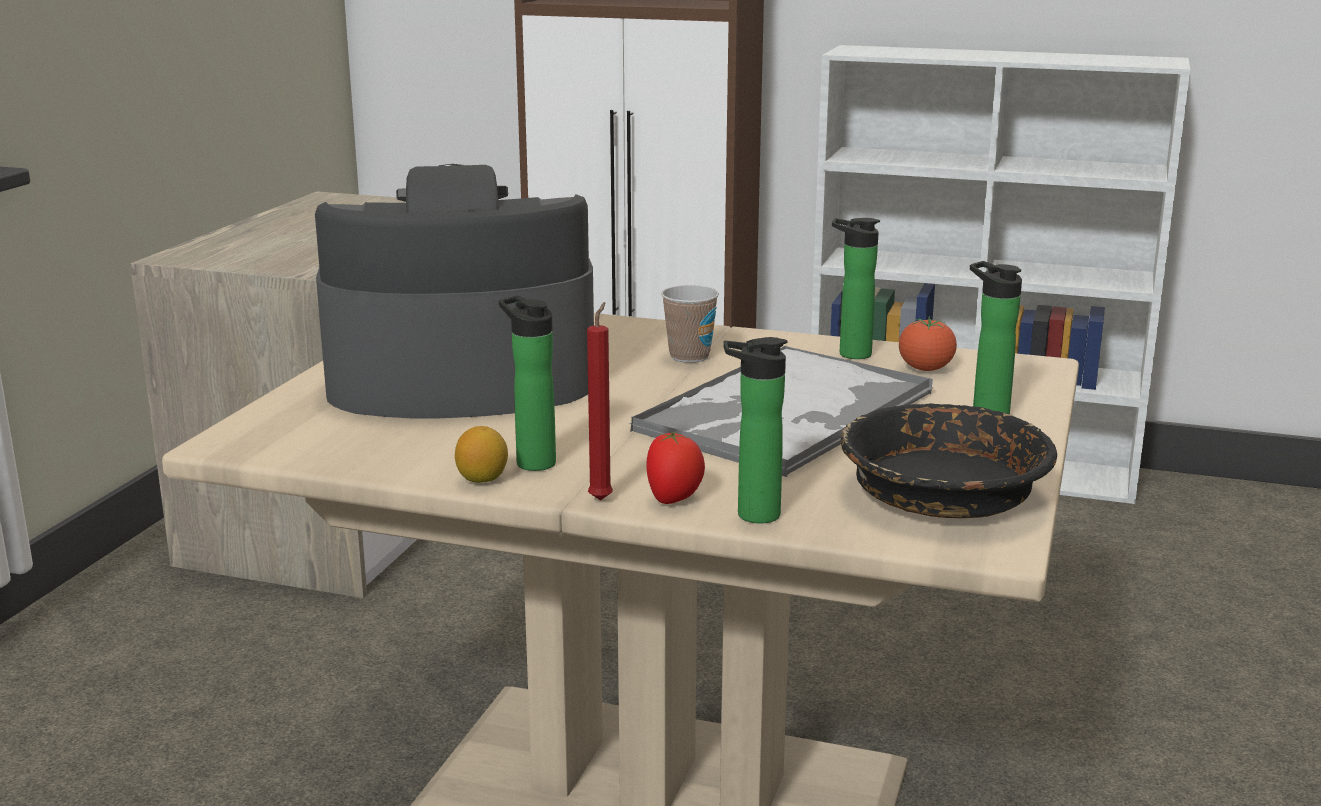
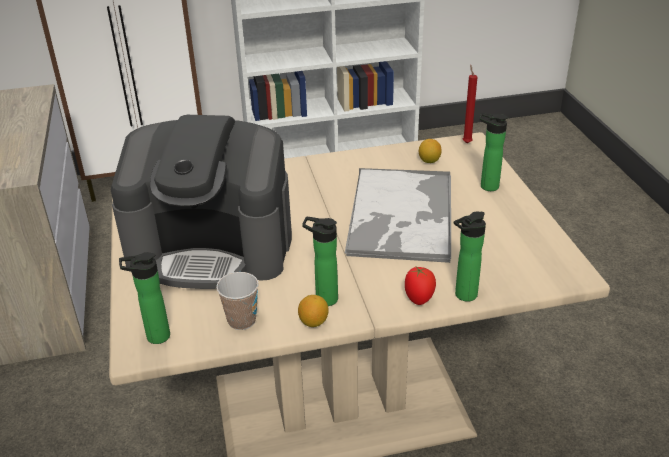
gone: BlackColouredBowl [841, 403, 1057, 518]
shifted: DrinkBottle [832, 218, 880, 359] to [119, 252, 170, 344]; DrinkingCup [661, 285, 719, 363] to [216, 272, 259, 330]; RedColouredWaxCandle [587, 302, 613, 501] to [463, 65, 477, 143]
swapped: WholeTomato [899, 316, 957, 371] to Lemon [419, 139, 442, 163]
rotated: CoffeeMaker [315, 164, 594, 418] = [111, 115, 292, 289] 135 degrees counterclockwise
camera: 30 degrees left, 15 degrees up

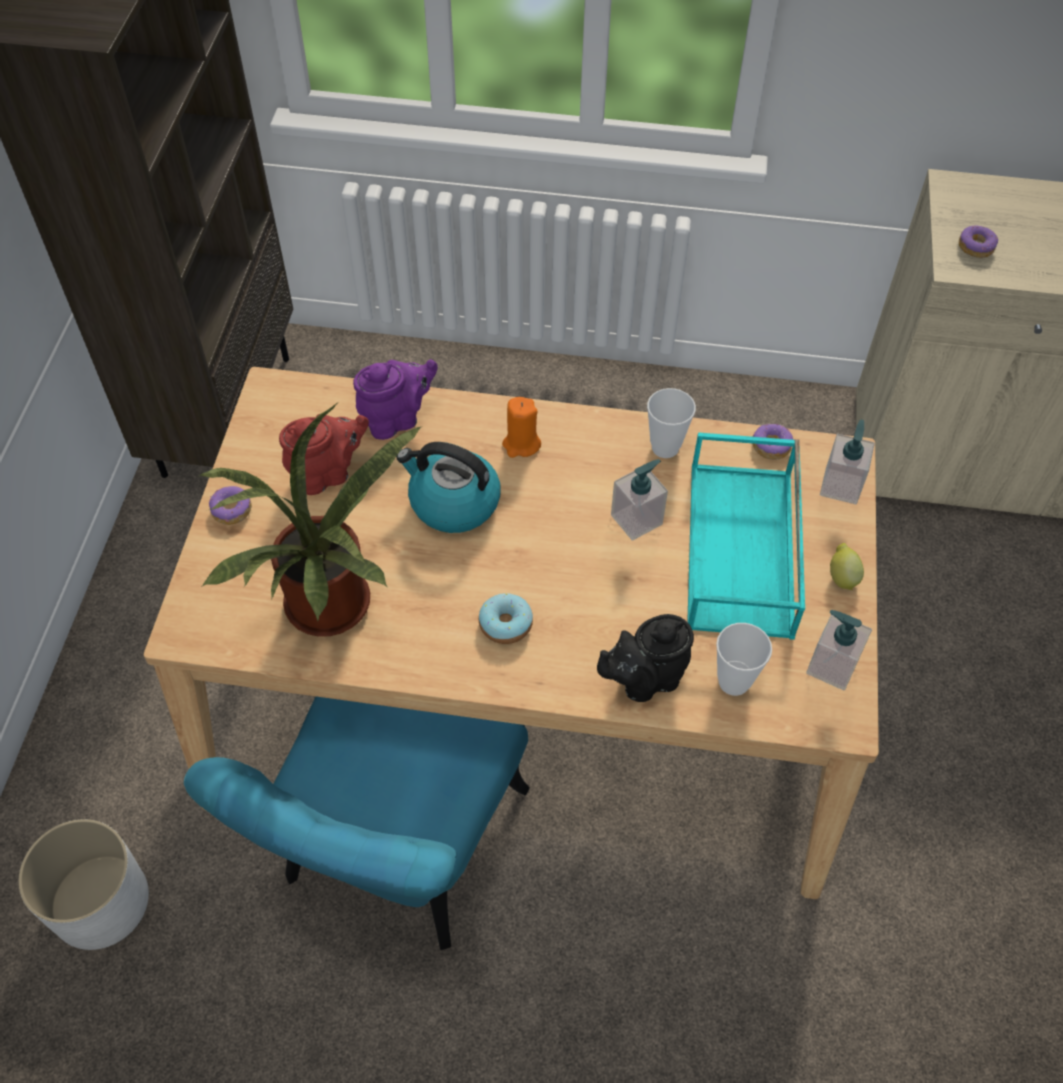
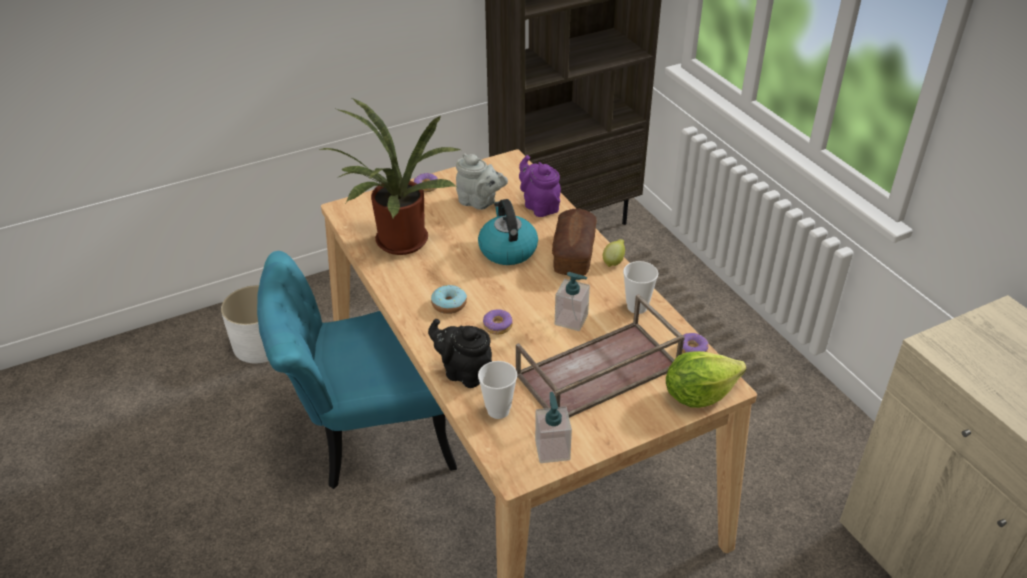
shifted: Donut [959, 225, 998, 258] to [483, 309, 513, 335]; Lemon [830, 543, 864, 590] to [603, 239, 625, 267]
swapped: OrangeWaxCandle [502, 397, 541, 458] to BakeryBread [552, 209, 597, 276]; SoapBottle [820, 419, 875, 504] to HeadOfLettuce [666, 351, 746, 408]
repainted: RedColouredPotForTea [279, 414, 369, 495] to GreyPotForTea [456, 153, 508, 210]; TurquoiseColouredTray [687, 432, 805, 640] to BrownishTray [516, 294, 685, 418]
rotated: PurpleColouredPotForTea [353, 359, 438, 440] = [519, 155, 561, 217] 150 degrees counterclockwise
camera: 55 degrees right, 15 degrees down

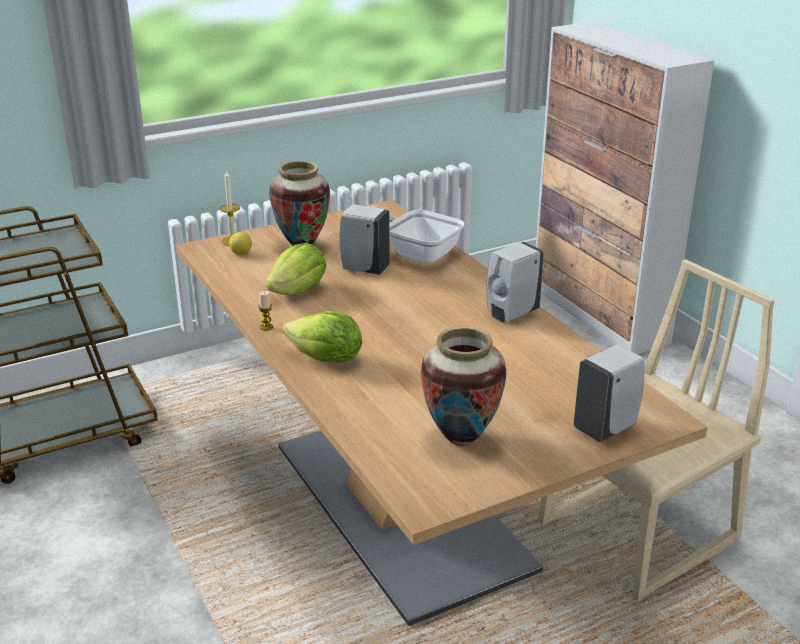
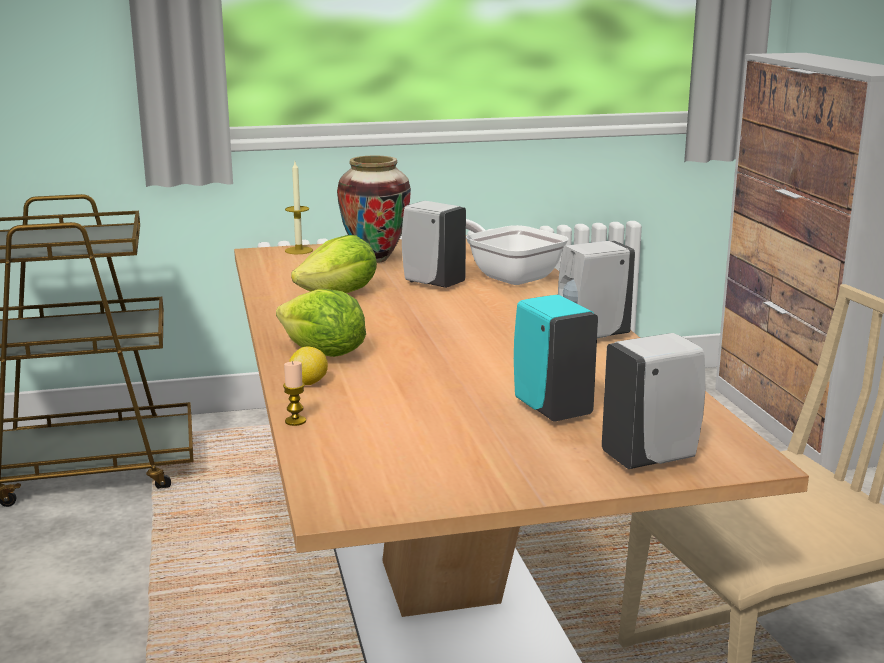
gone: DecorativeVase [421, 326, 506, 446]
new: TurquoiseColouredSoapBottle [514, 295, 598, 422]
shifted: Lemon [229, 232, 252, 255] to [289, 347, 328, 385]; WaxCandle [258, 291, 273, 331] to [283, 361, 306, 426]
camera: 15 degrees right, 10 degrees down

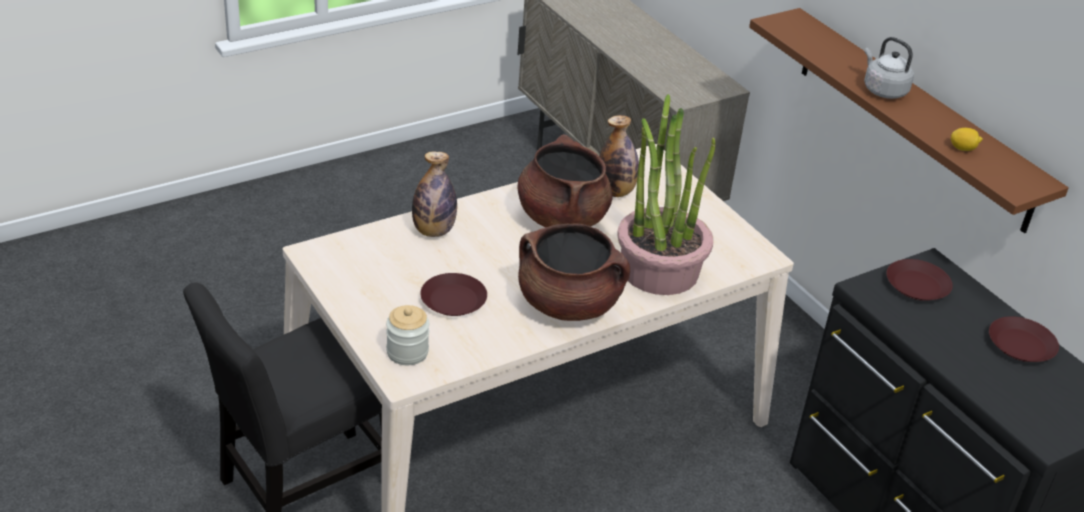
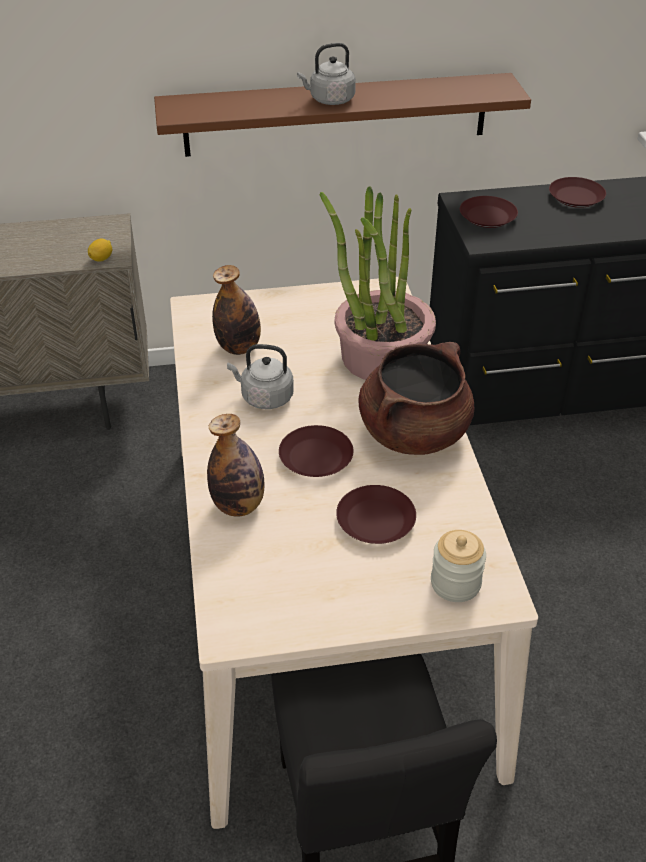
new: BrownishPlate [279, 425, 353, 477]
shifted: Lemon [951, 128, 983, 151] to [88, 239, 112, 261]
swapped: BrownishCookingPot [517, 134, 613, 227] to GreyTeaKettle [227, 344, 294, 409]
camera: 65 degrees left, 5 degrees up

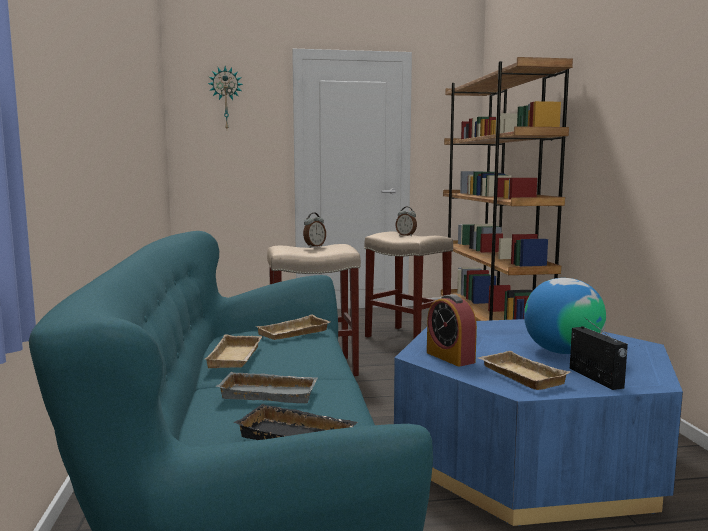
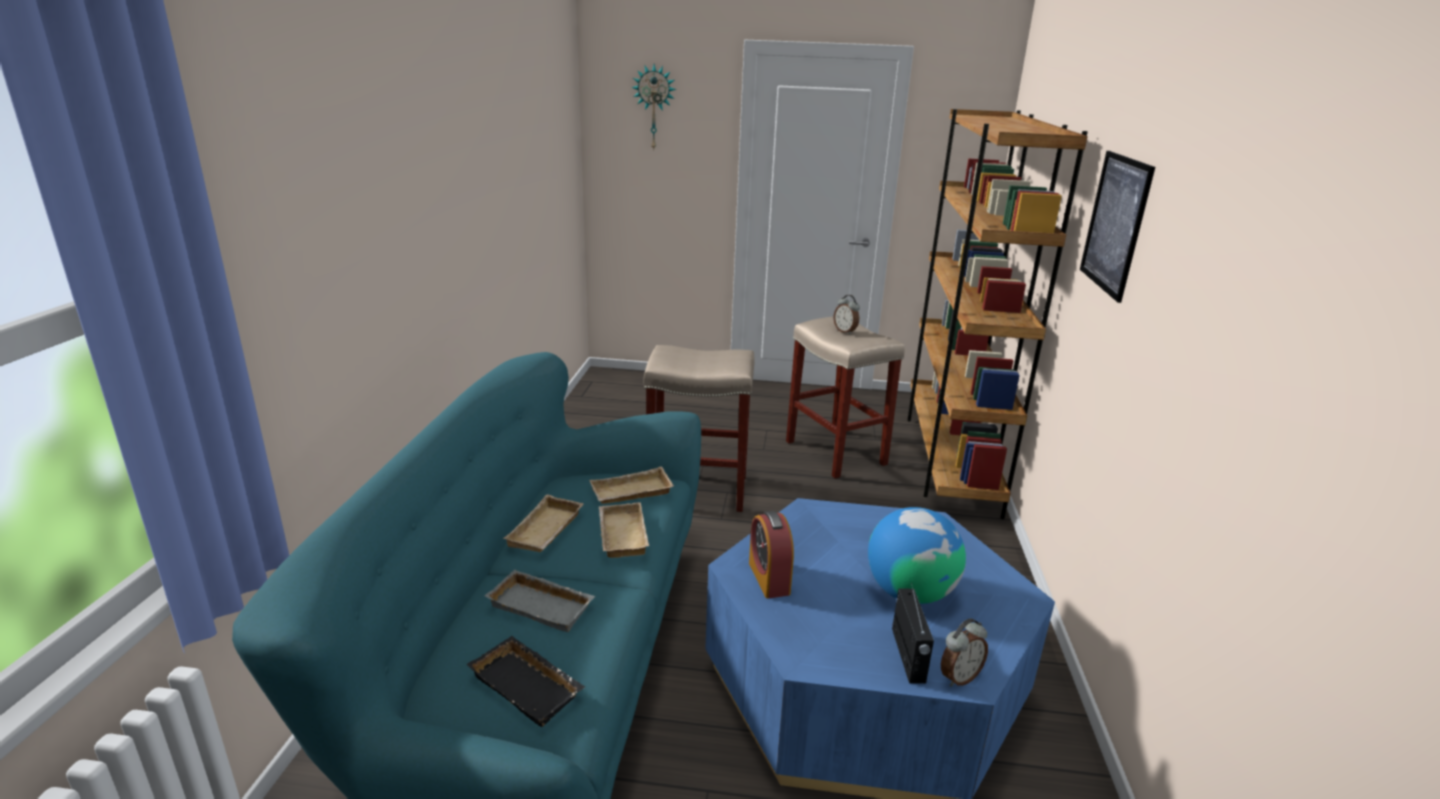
new: Picture [1080, 151, 1155, 303]
shifted: AlarmClock [303, 213, 326, 248] to [941, 618, 988, 687]; BeigeColouredTray [478, 351, 571, 390] to [599, 502, 649, 558]
camera: 15 degrees right, 15 degrees up

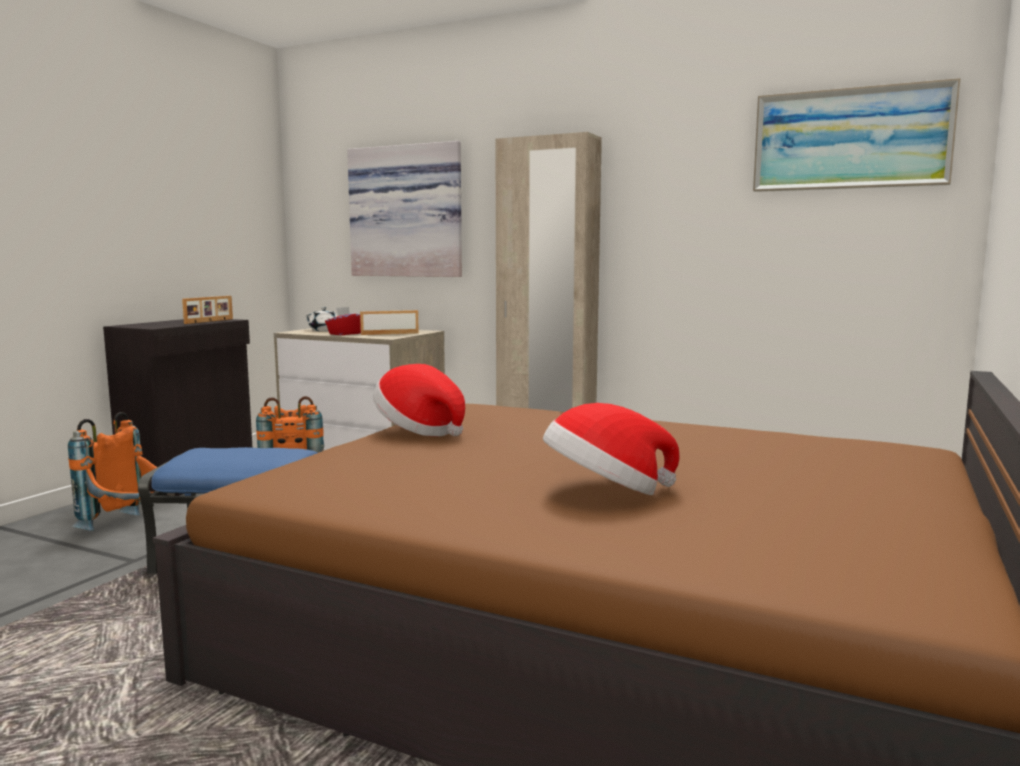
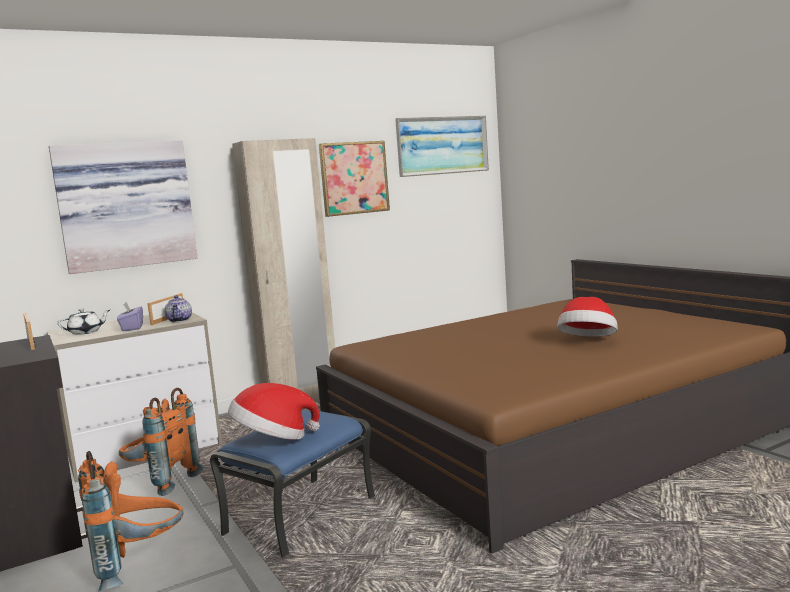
new: Picture [319, 141, 390, 217]; PotForTea [165, 295, 192, 322]
shifted: Hat [373, 364, 465, 437] to [228, 383, 320, 440]
repainted: RedColouredBoxOfTissues [325, 307, 361, 335] to PurpleColouredBoxOfTissues [117, 302, 143, 331]
camera: 55 degrees left, 0 degrees up

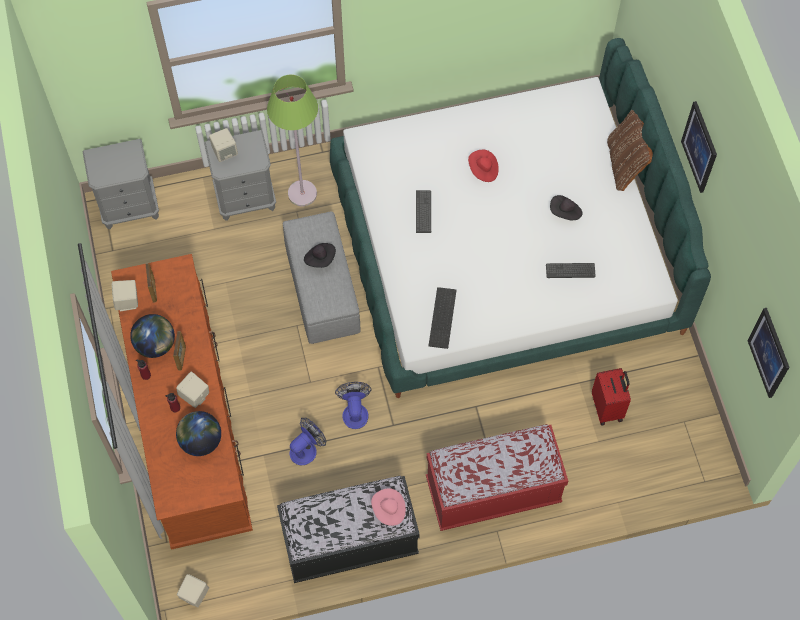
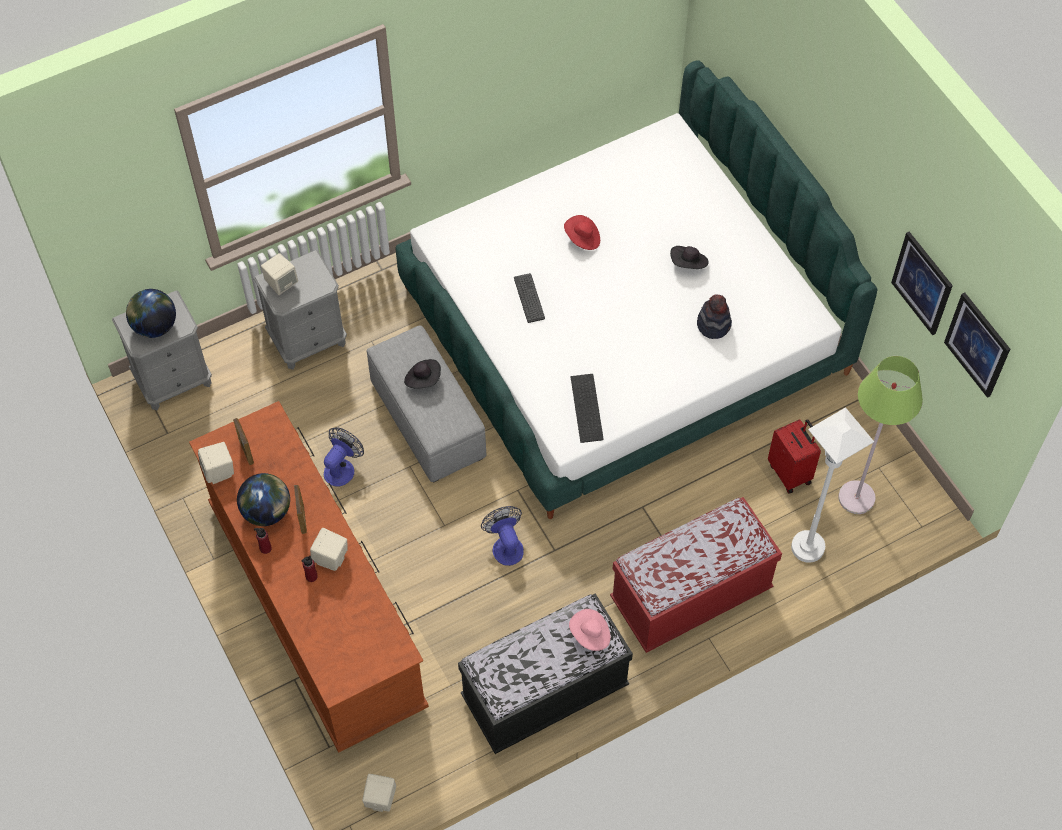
gone: BrownishThrowPillow [607, 110, 653, 191]
new: WhiteColouredStandingLamp [791, 407, 874, 563]
shifted: GreenStandingLamp [267, 74, 318, 207] to [838, 356, 923, 514]; Picture [681, 101, 717, 193] to [891, 232, 953, 335]; Globe [176, 411, 221, 456] to [126, 289, 176, 338]; ElectricFan [289, 418, 326, 466] to [324, 427, 364, 487]
swapped: Keyboard [546, 263, 596, 278] to Hat [697, 294, 732, 339]
camera: 15 degrees left, 5 degrees down

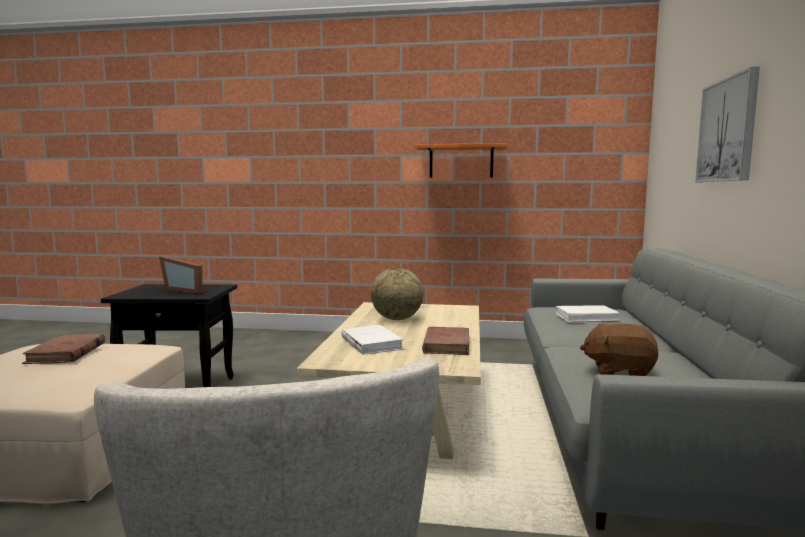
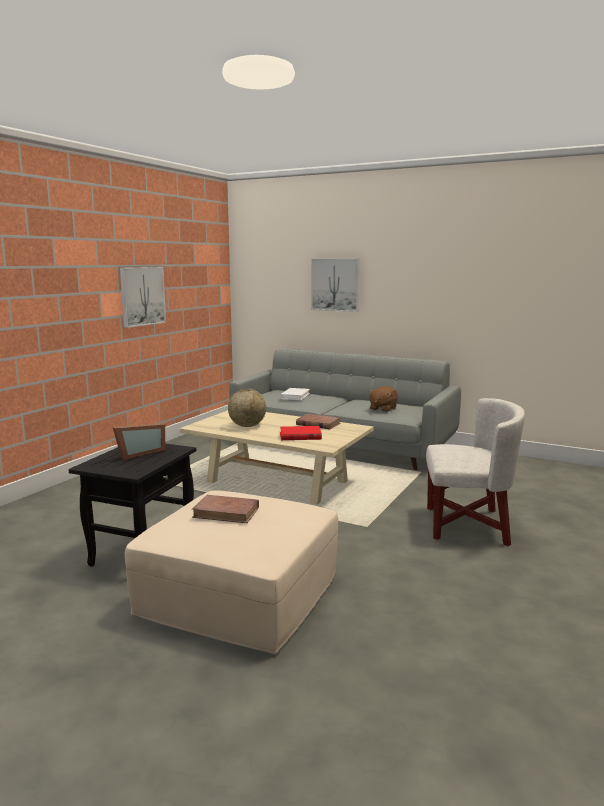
swapped: OrangeBracketShelf [415, 143, 507, 178] to Picture [120, 267, 166, 328]
repainted: WhiteColouredBook [341, 325, 404, 355] to RedColouredBook [280, 426, 322, 440]
camera: 70 degrees left, 5 degrees up

